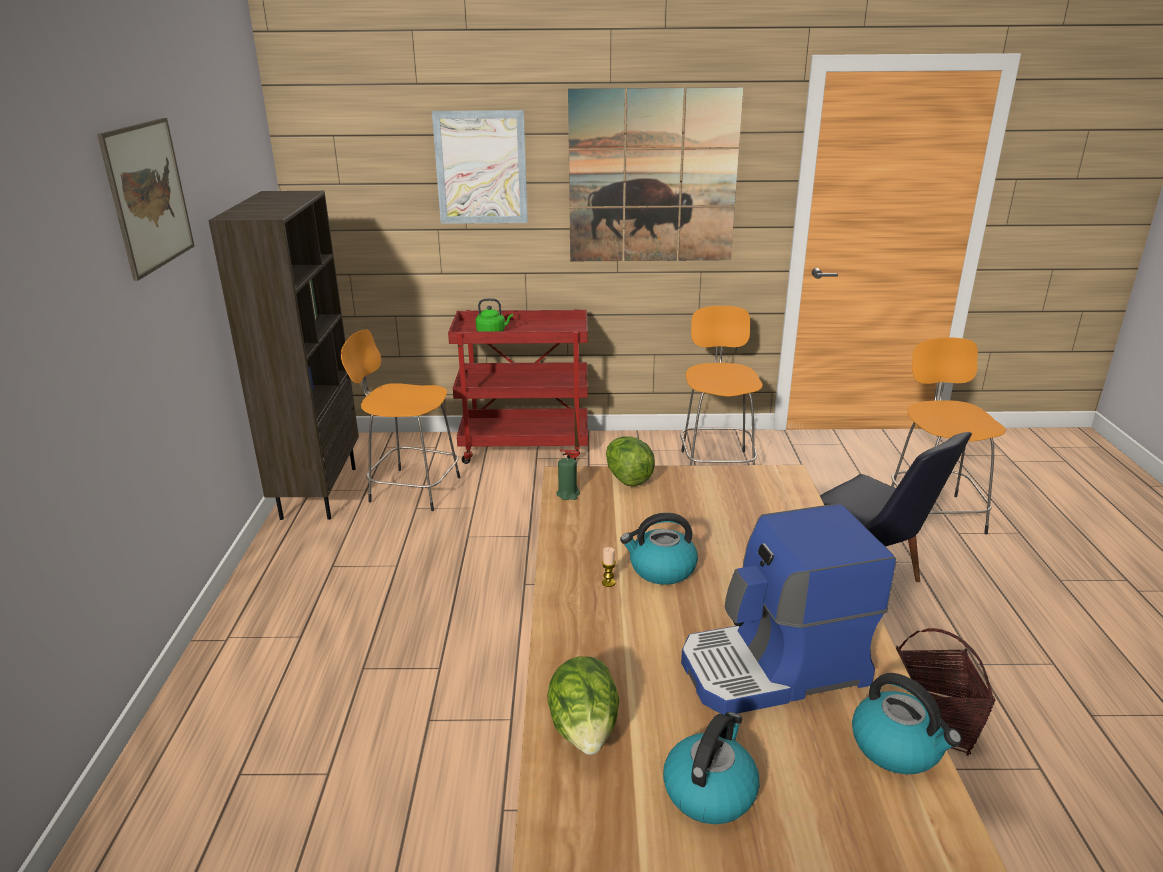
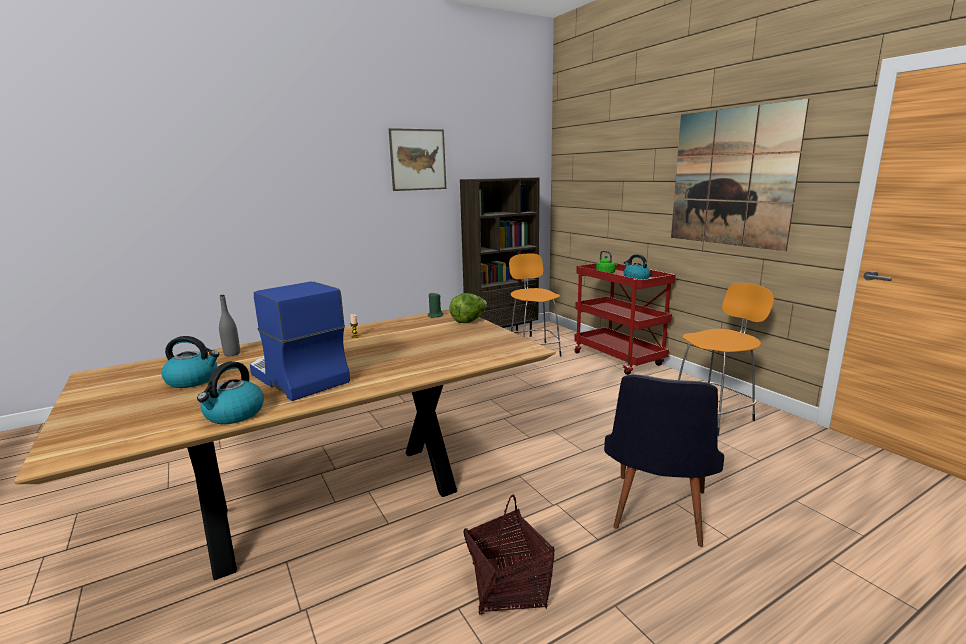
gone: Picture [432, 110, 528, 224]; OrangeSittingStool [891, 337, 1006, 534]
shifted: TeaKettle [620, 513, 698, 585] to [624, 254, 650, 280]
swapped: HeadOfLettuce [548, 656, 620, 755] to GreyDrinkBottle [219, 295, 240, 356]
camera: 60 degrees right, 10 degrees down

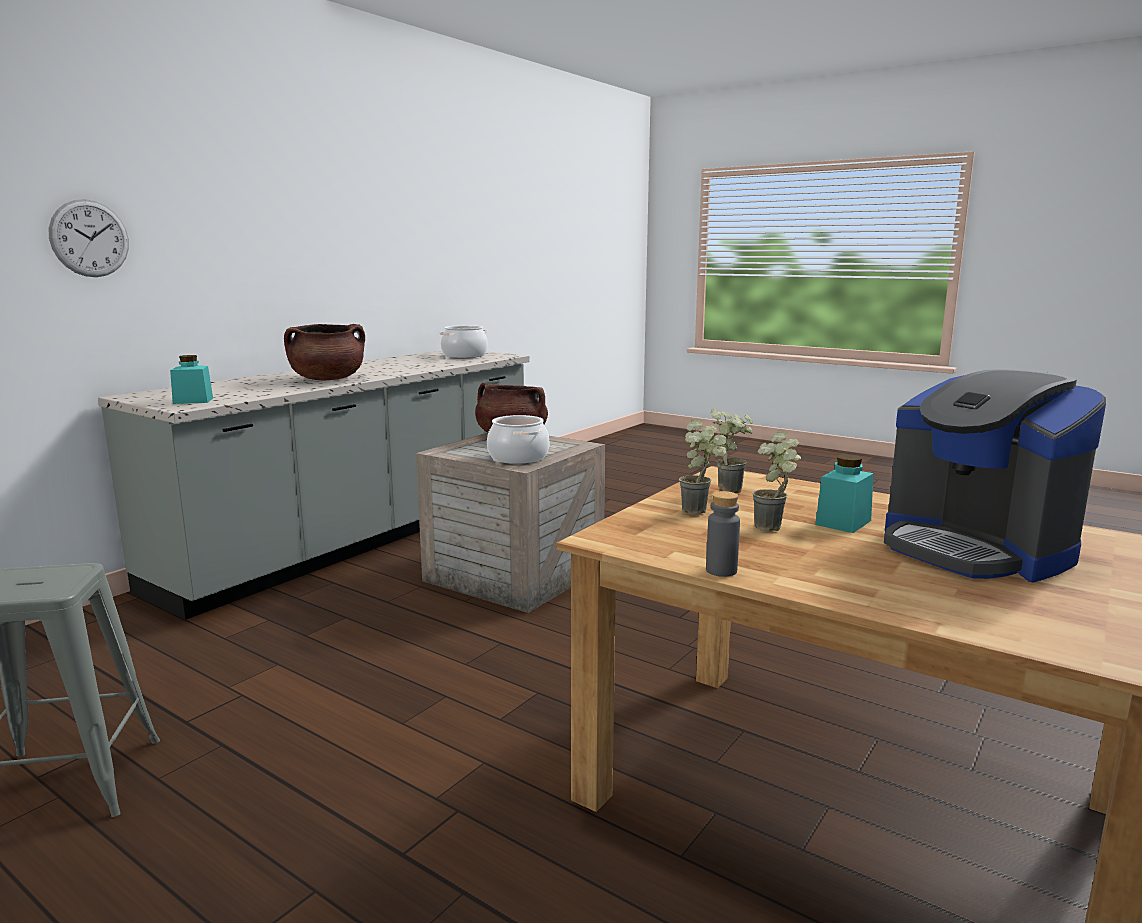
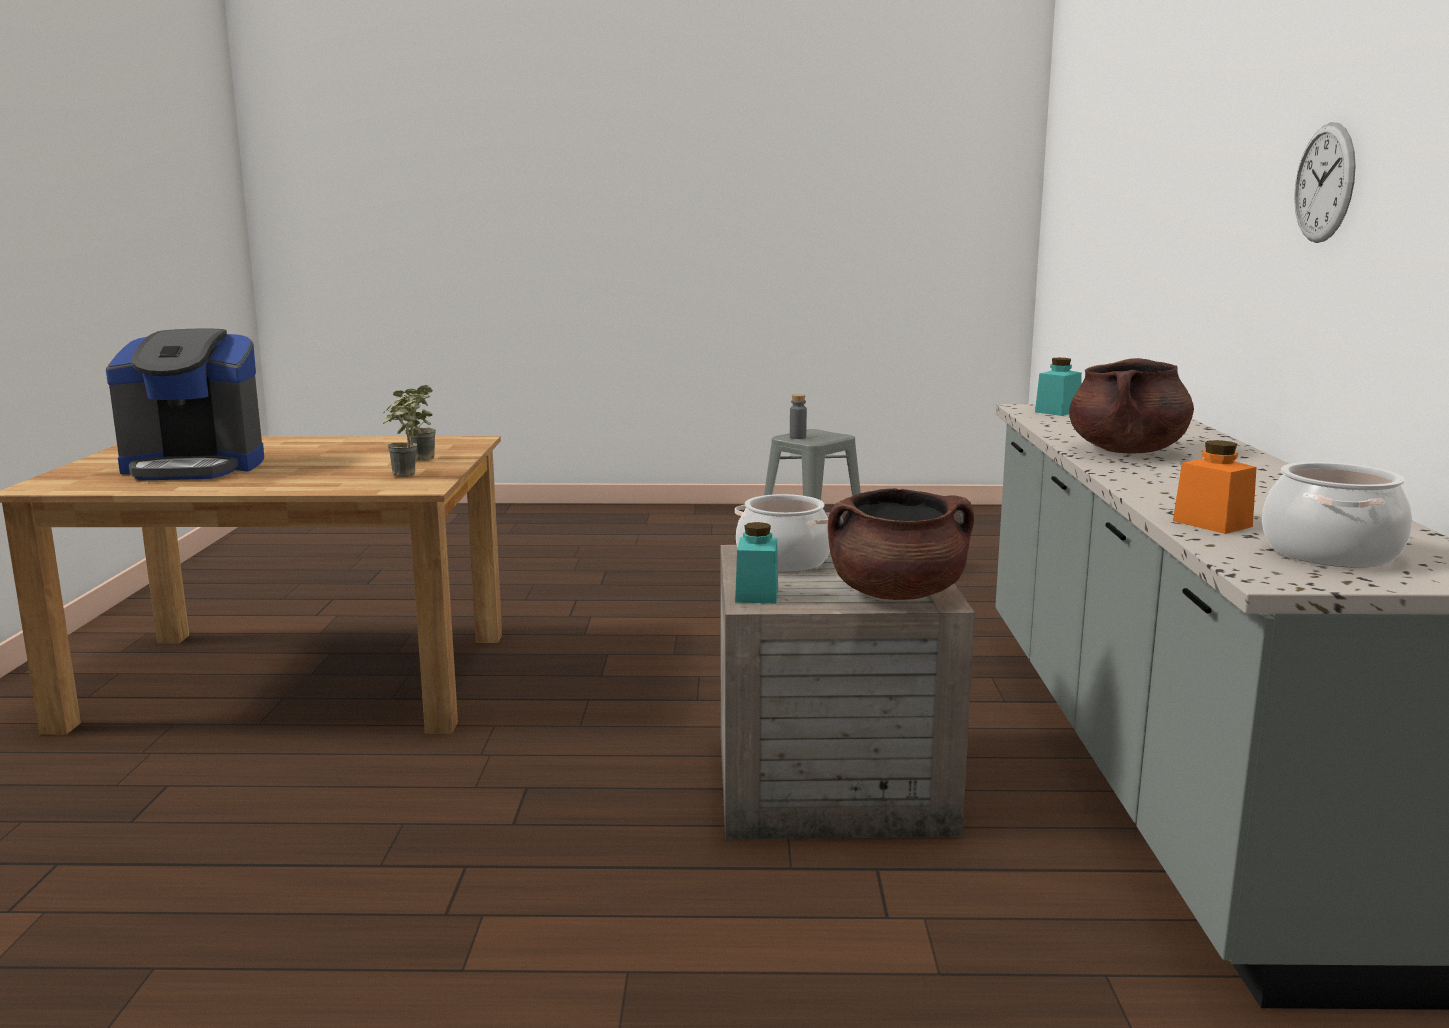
gone: PlantInAPot [752, 430, 801, 531]
new: OrangeStorageJar [1173, 440, 1257, 534]
shifted: WallClock [49, 199, 129, 277] to [1294, 122, 1356, 243]; TurquoiseColouredStorageJar [815, 454, 874, 533] to [735, 522, 778, 603]; GreyDrinkBottle [706, 491, 740, 577] to [790, 394, 807, 439]
rotated: CoffeeMaker [884, 369, 1106, 582] = [106, 329, 264, 480] 150 degrees clockwise
camera: 145 degrees right, 0 degrees up

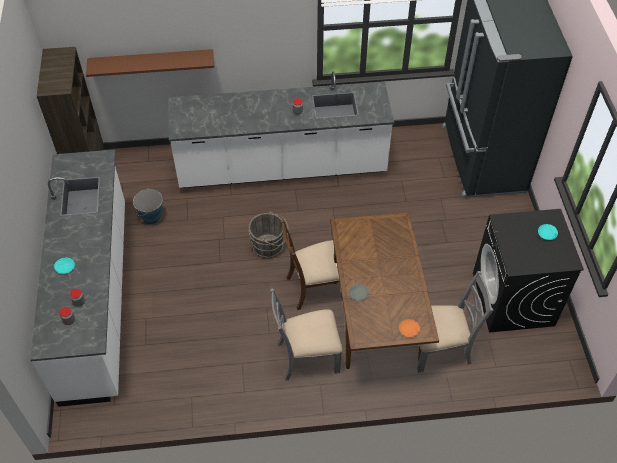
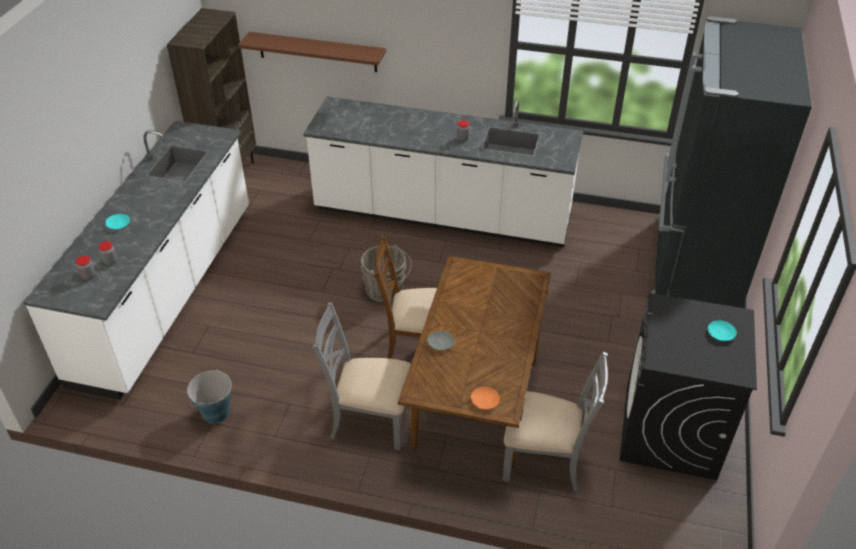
shifted: Pail [133, 188, 163, 225] to [187, 370, 232, 423]
camera: 20 degrees right, 10 degrees down

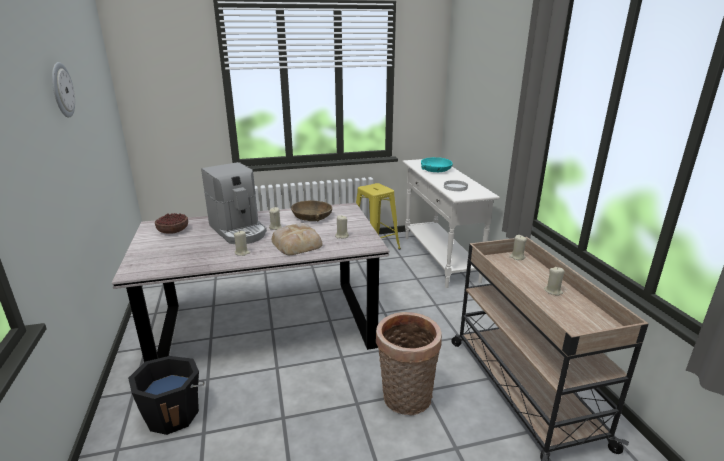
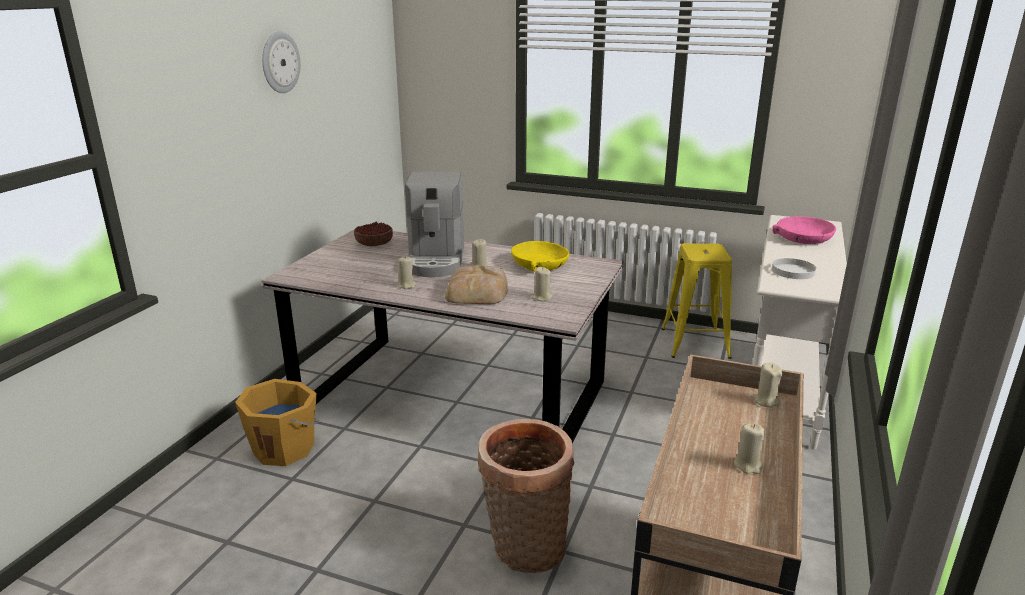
repainted: TurquoiseColouredBowl [421, 157, 453, 172] to PinkColouredBowl [772, 216, 836, 244]; BrownishBowl [291, 201, 332, 222] to YellowBowl [511, 241, 569, 272]; BlackColouredPail [128, 356, 205, 435] to OrangePail [235, 379, 319, 466]
camera: 35 degrees right, 0 degrees up

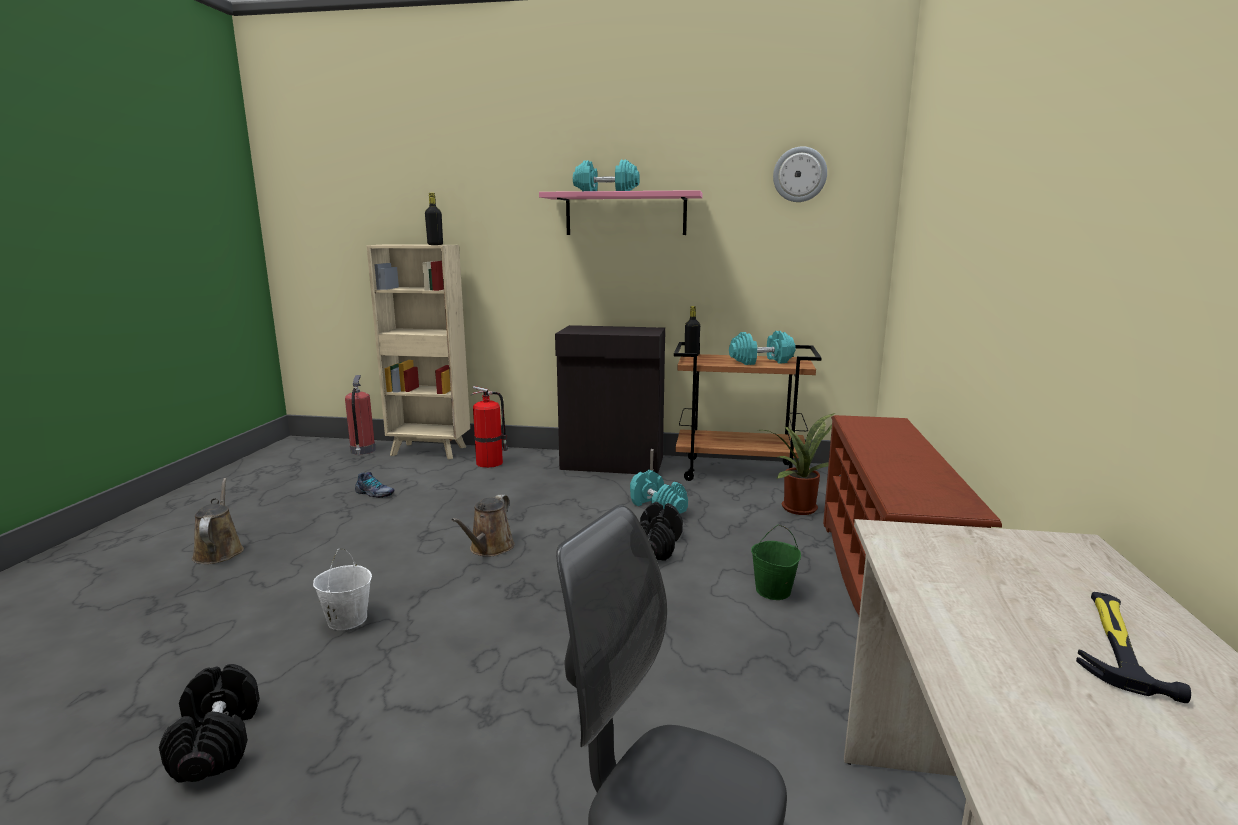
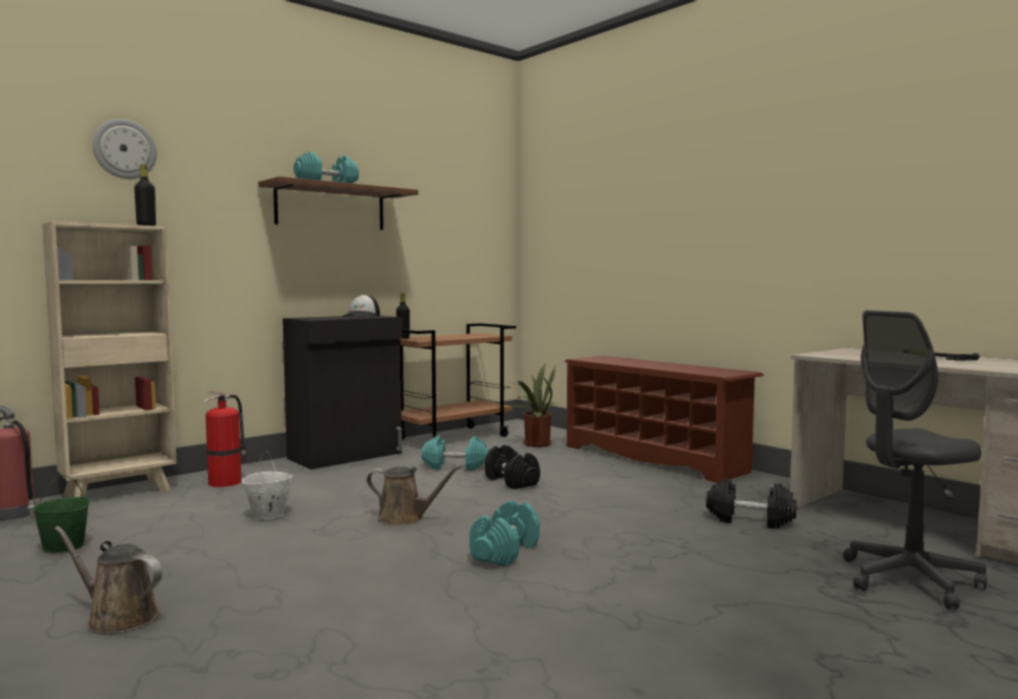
gone: LowShoe [355, 472, 395, 498]
new: PeakedCap [342, 294, 380, 317]
shifted: WallClock [773, 146, 827, 202] to [92, 119, 157, 179]; TurquoiseColouredFreeWeight [729, 331, 796, 365] to [470, 500, 540, 566]; GreenPail [751, 524, 801, 600] to [32, 475, 90, 553]; WhiteColouredPail [313, 549, 372, 630] to [242, 451, 293, 520]; BlackColouredFreeWeight [159, 664, 260, 783] to [706, 478, 797, 529]
repainted: PinkColouredBracketShelf [539, 190, 703, 235] to BrownishBracketShelf [258, 176, 418, 230]
rotated: BrownishWateringCan [451, 494, 515, 557] = [367, 465, 462, 526] 45 degrees counterclockwise
camera: 50 degrees left, 10 degrees down

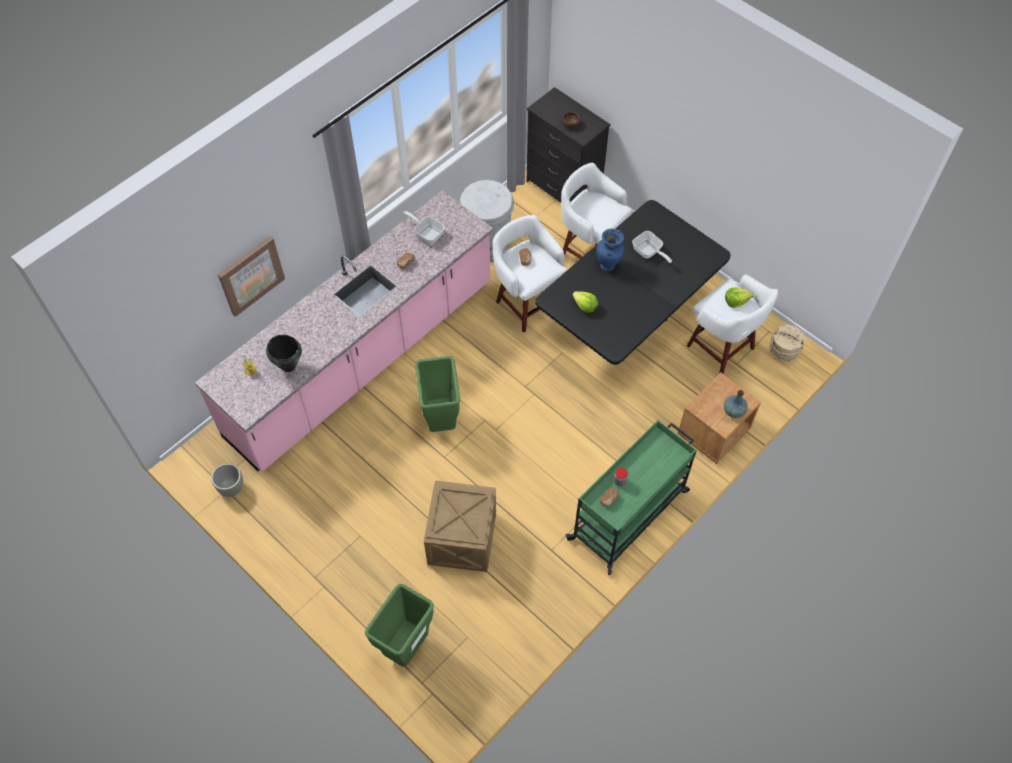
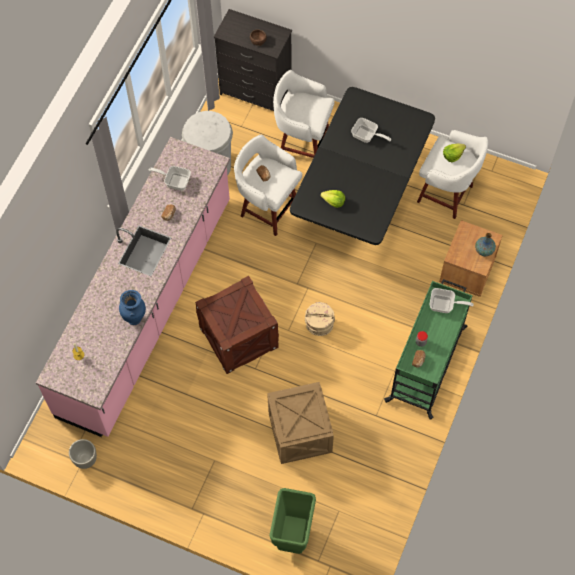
gone: Picture [218, 236, 285, 317]; BlackColouredCookingPot [266, 335, 302, 372]
new: Skillet [430, 288, 474, 313]
shifted: BlueDecorativeVase [597, 229, 624, 271] to [119, 290, 146, 325]; BeigeColouredPail [769, 324, 806, 362] to [305, 302, 335, 336]
swapped: GreenTrashCan [415, 356, 460, 432] to PackingCrate [195, 276, 279, 374]
camera: 20 degrees left, 5 degrees up

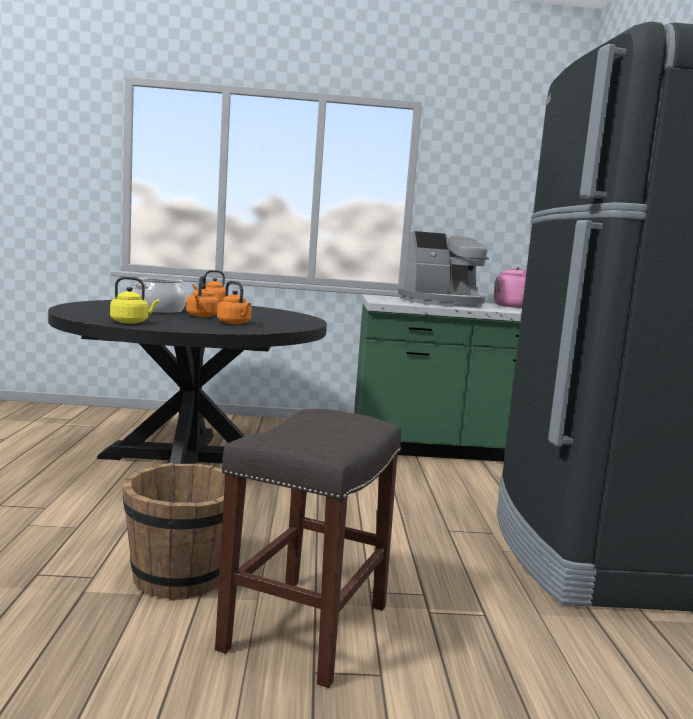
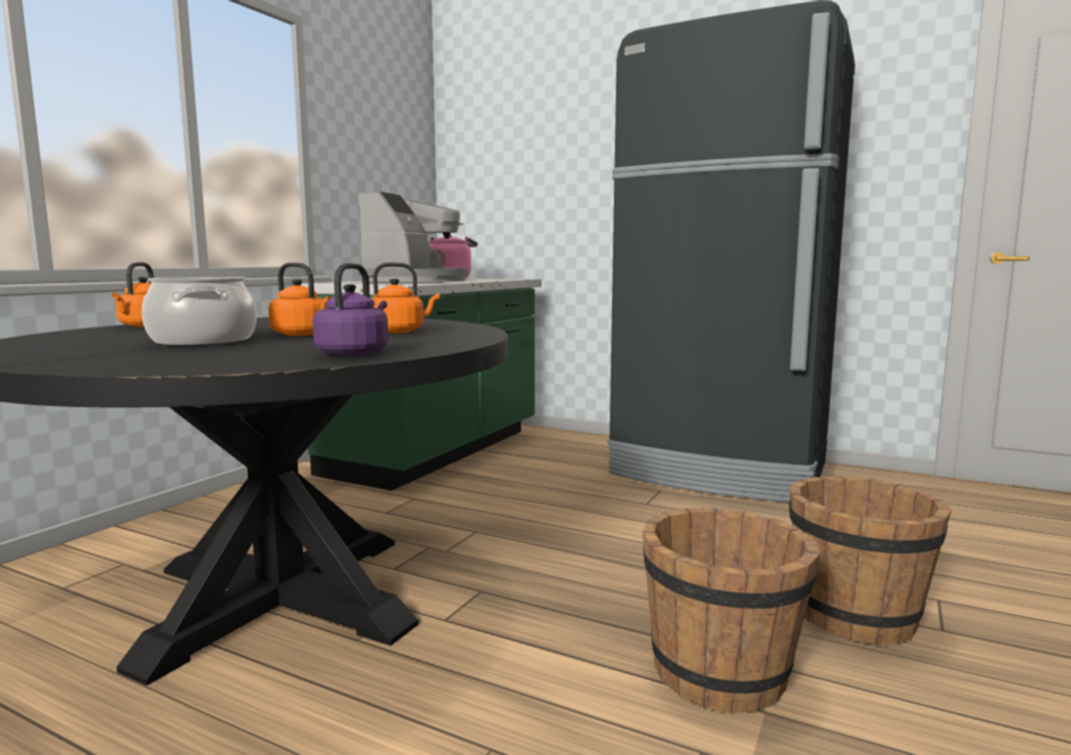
swapped: GreySittingStool [215, 409, 401, 688] to BrownishPail [789, 477, 951, 645]
repainted: YellowTeaKettle [110, 277, 159, 324] to PurpleColouredTeaKettle [313, 263, 388, 356]
camera: 60 degrees left, 0 degrees up

